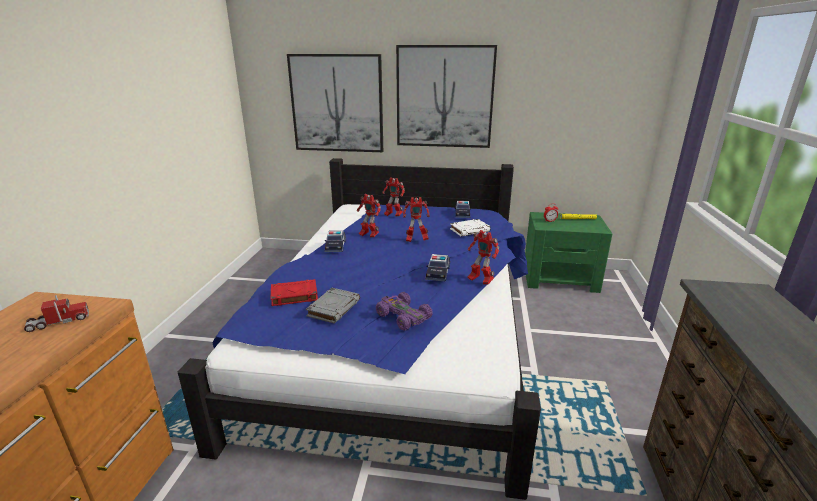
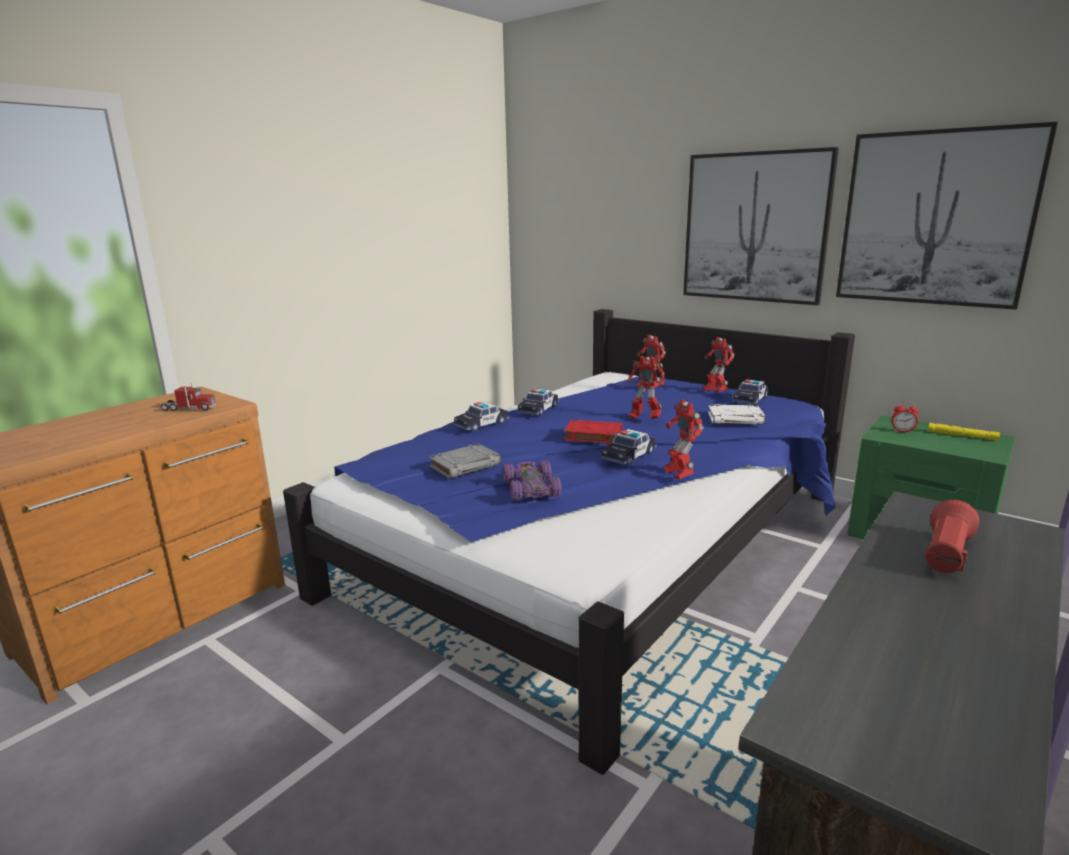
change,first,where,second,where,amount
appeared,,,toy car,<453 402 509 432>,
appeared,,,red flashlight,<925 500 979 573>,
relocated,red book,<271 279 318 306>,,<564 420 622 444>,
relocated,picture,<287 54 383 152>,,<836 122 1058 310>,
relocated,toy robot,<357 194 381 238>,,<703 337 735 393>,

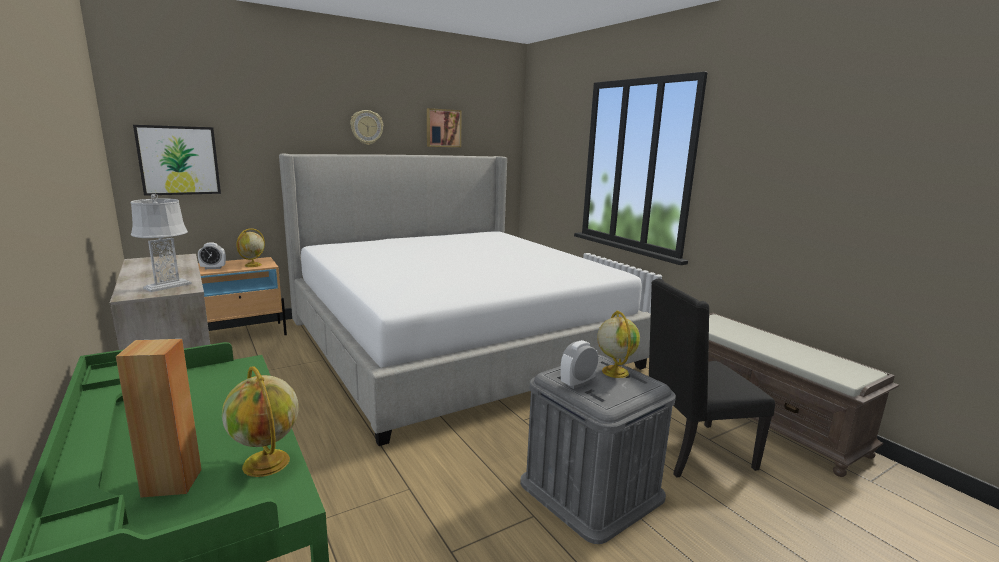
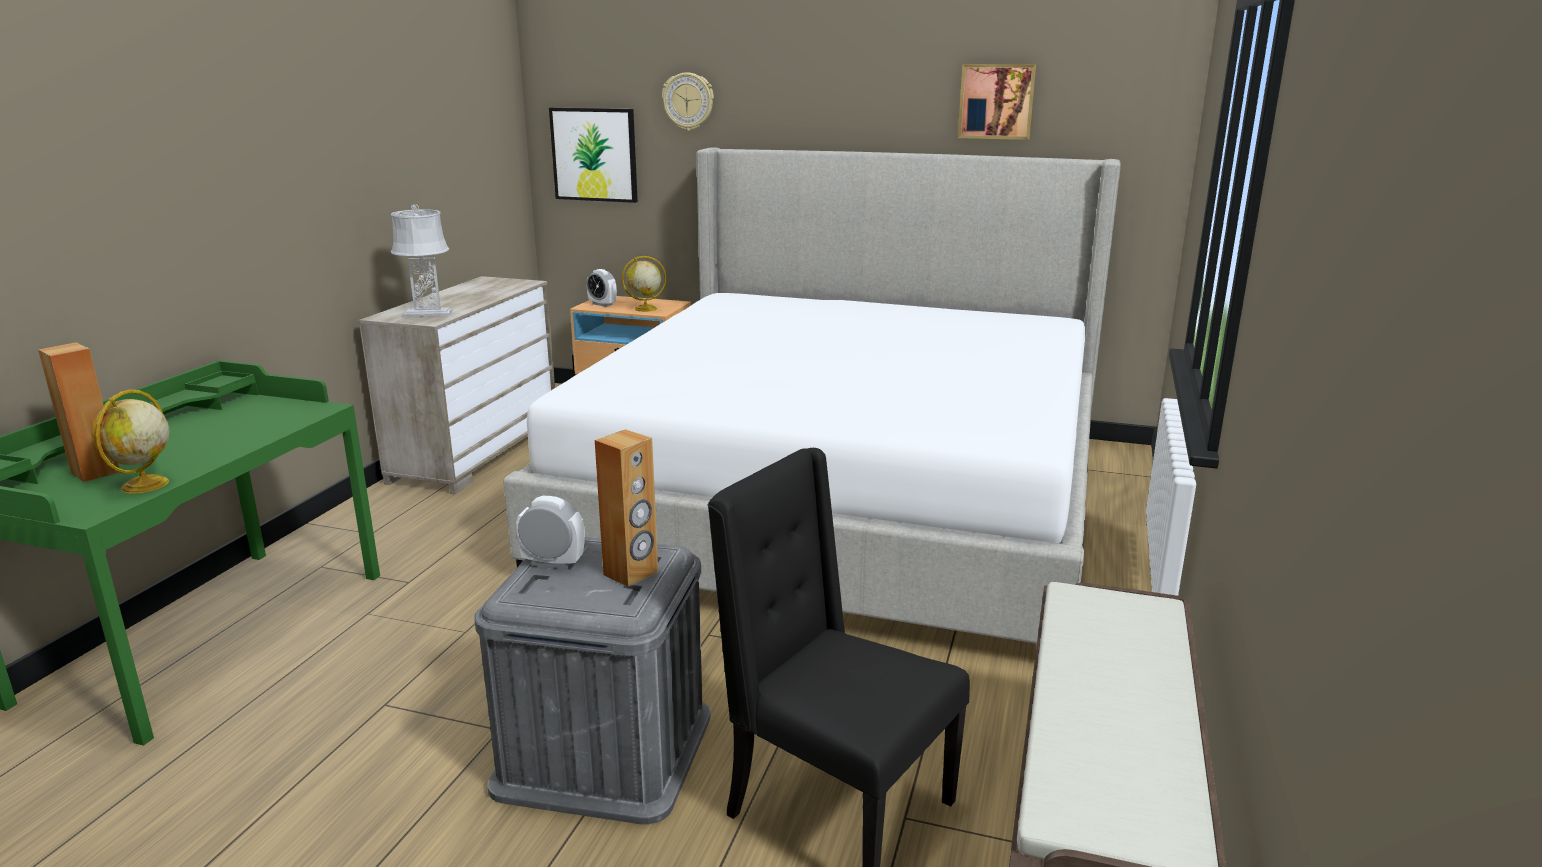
change,first,where,second,where,amount
relocated,wall clock,<350 110 383 145>,,<662 72 714 131>,
exchanged,globe,<597 310 640 378>,brown speaker,<595 429 658 587>,

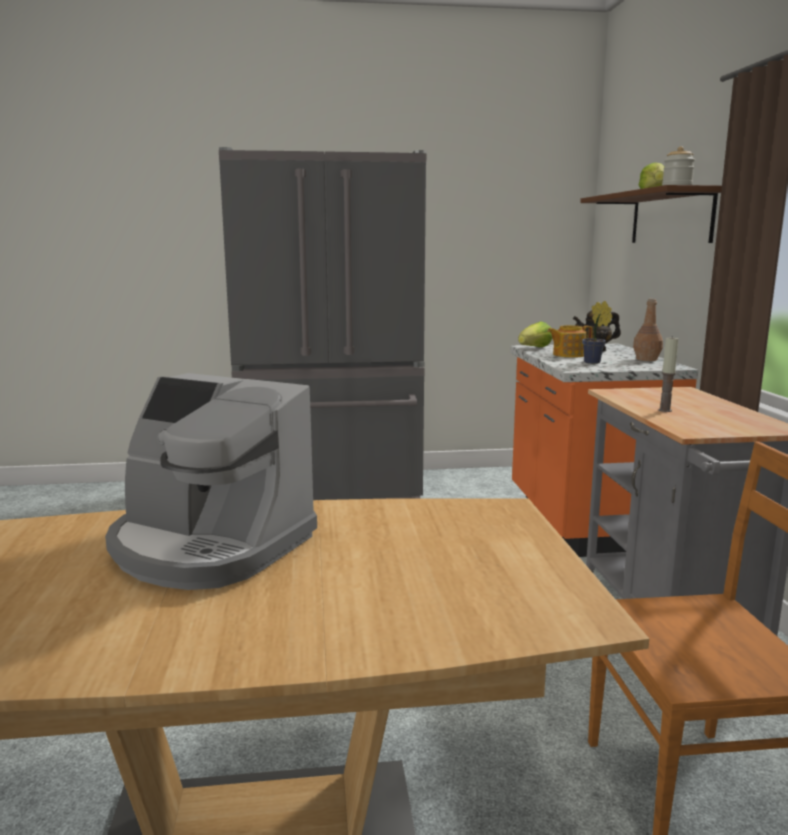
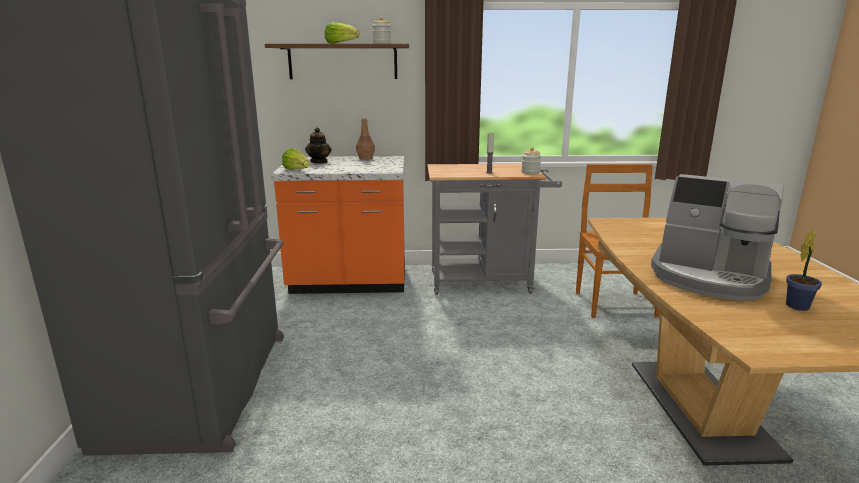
change,first,where,second,where,amount
missing,teapot,<547 325 592 358>,,,
appeared,,,jar,<521 147 541 174>,
relocated,potted plant,<582 301 613 364>,,<786 229 822 311>,
spun,coffee machine,<105 373 317 590>,,<651 174 784 301>,90 degrees clockwise

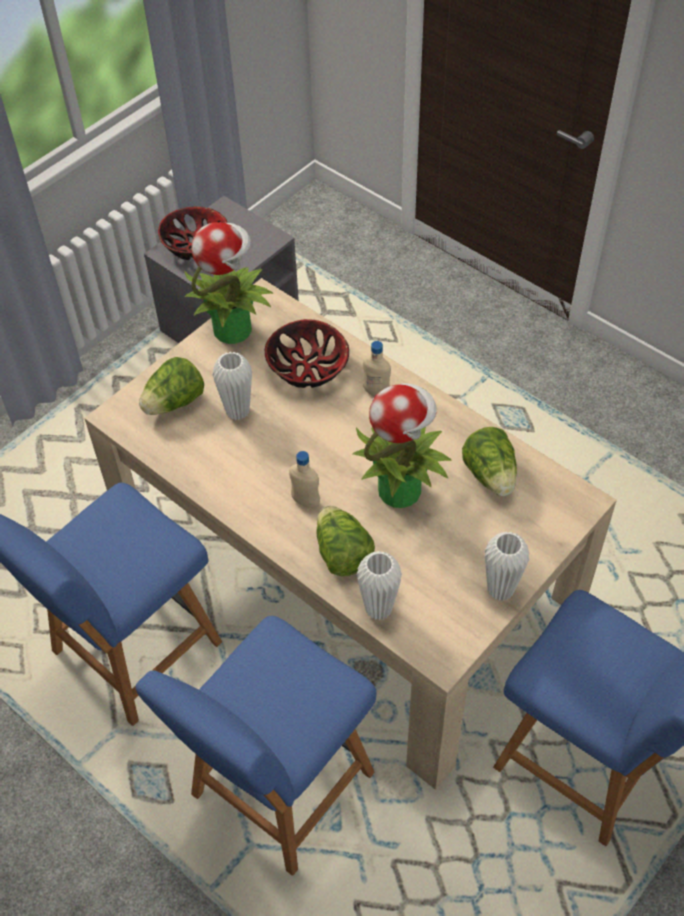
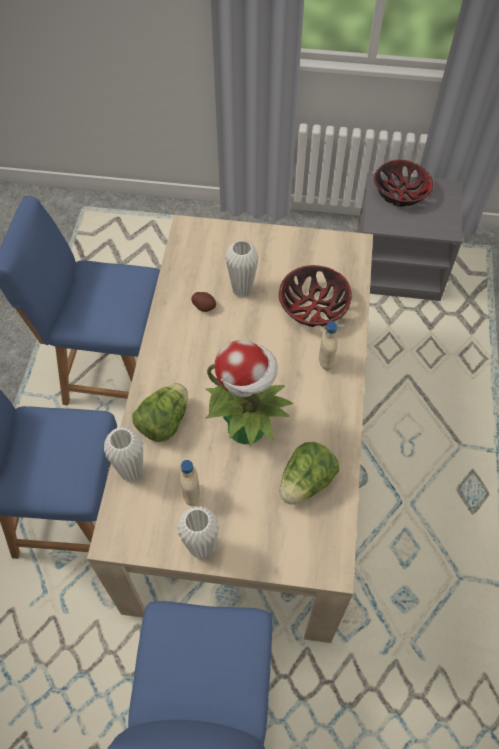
change,first,where,second,where,amount
missing,lettuce,<139 357 204 415>,,,
missing,potted plant,<184 222 273 344>,,,
appeared,,,potato,<191 292 216 312>,
relocated,beige bottle,<289 451 320 508>,,<180 460 200 506>,

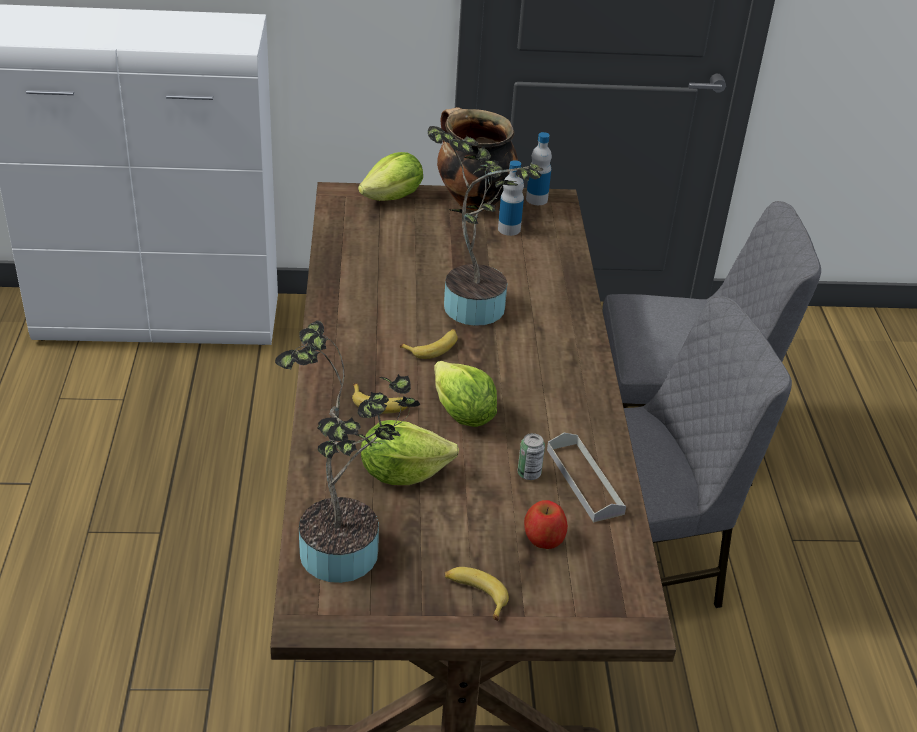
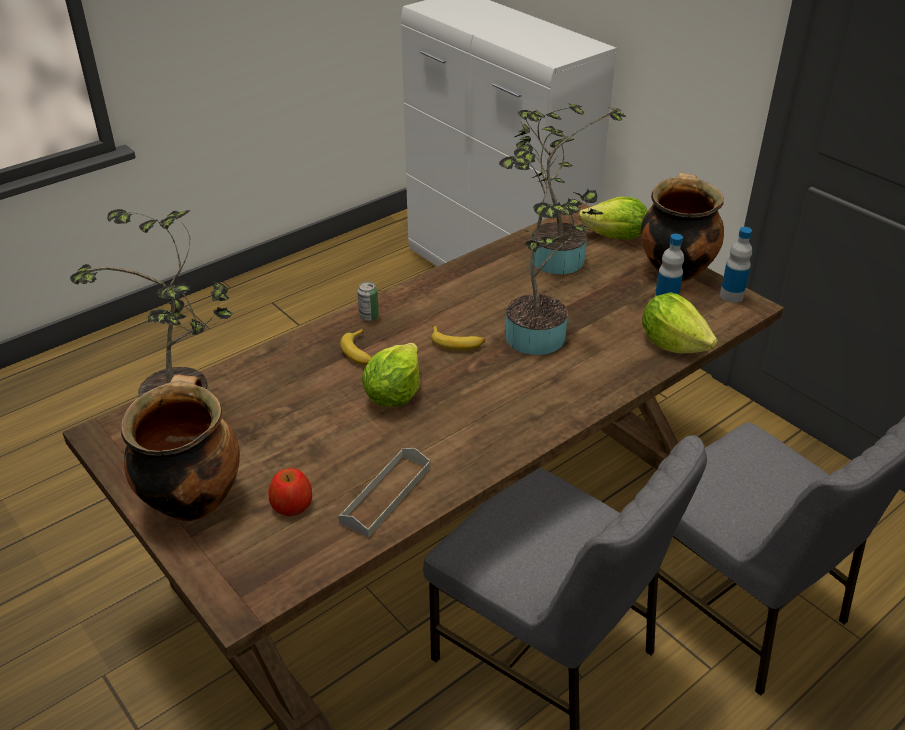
change,first,where,second,where,amount
appeared,,,potted plant,<514 103 626 274>,
relocated,lettuce,<361 420 459 485>,,<642 292 718 353>,
relocated,can,<518 433 545 480>,,<357 282 379 321>,
exchanged,banana,<444 567 509 621>,cooking pot,<121 375 240 522>,

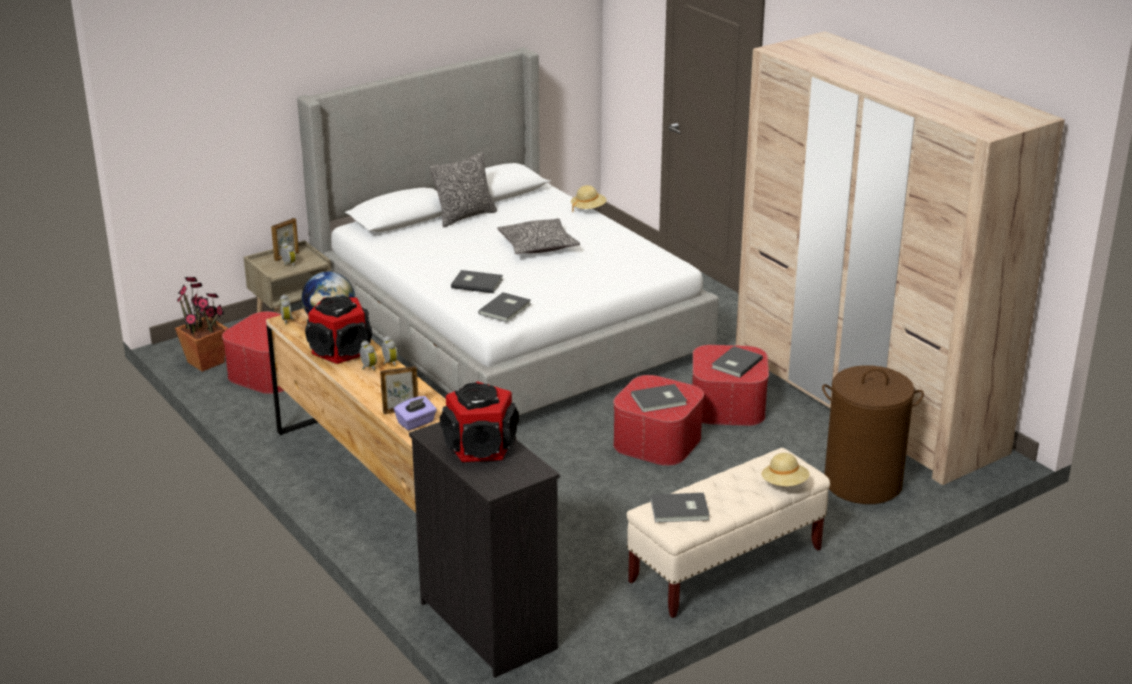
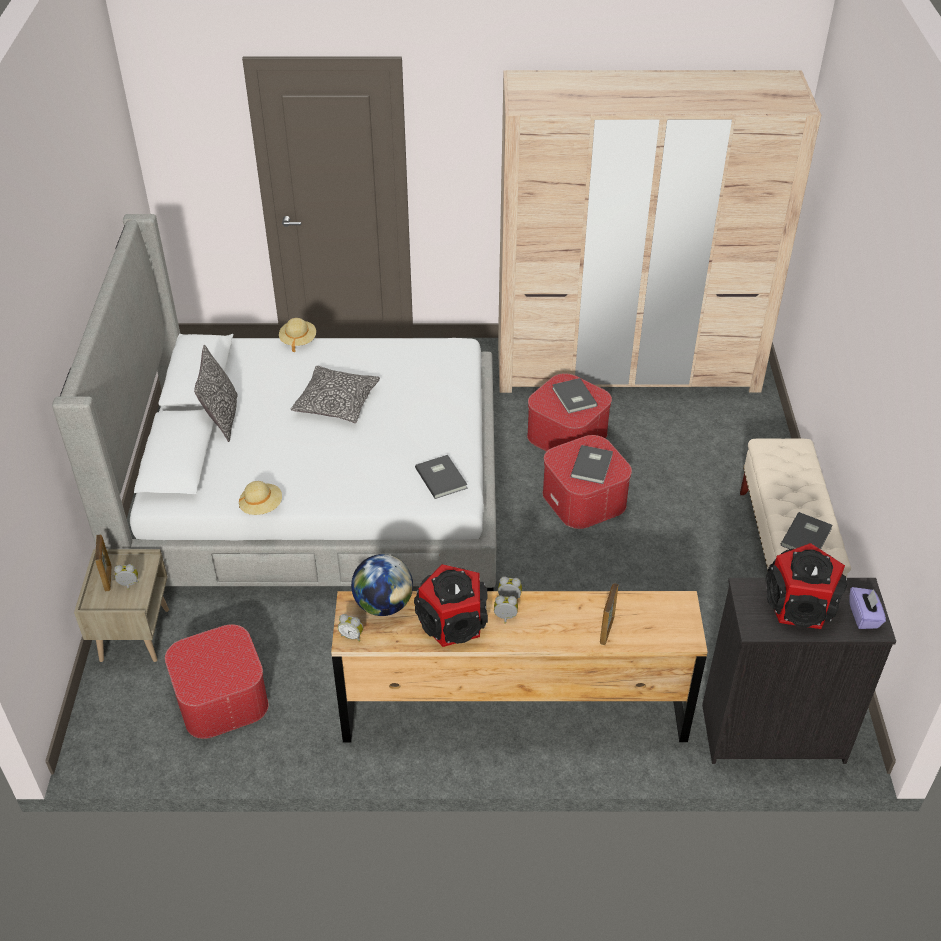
change,first,where,second,where,amount
missing,potted plant,<175 277 229 372>,,,
missing,grey book,<451 270 503 293>,,,
missing,brown laundry basket,<822 365 924 504>,,,
relocated,purple tissue box,<394 396 437 431>,,<849 587 886 629>,
relocated,beige hat,<762 453 810 486>,,<239 481 282 515>,

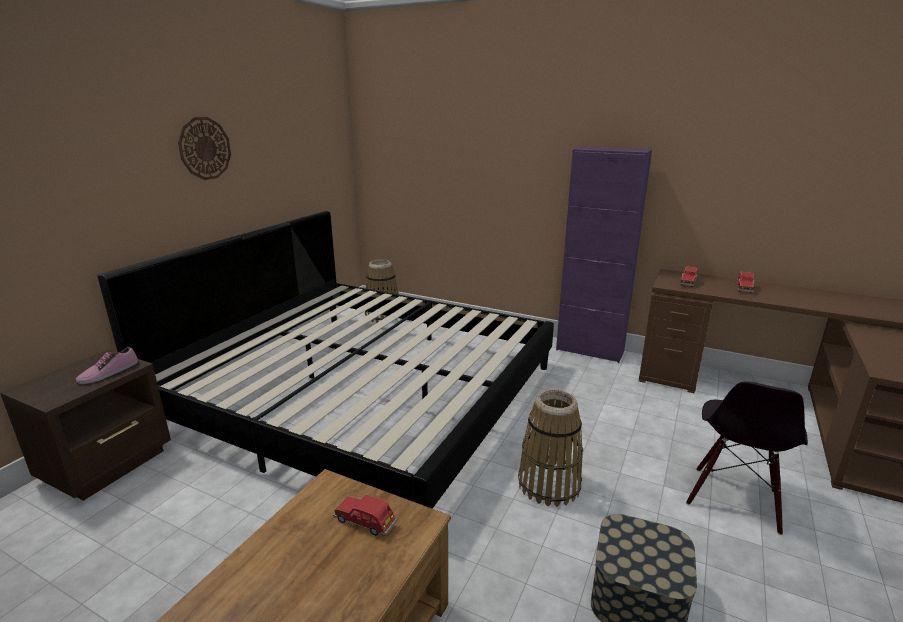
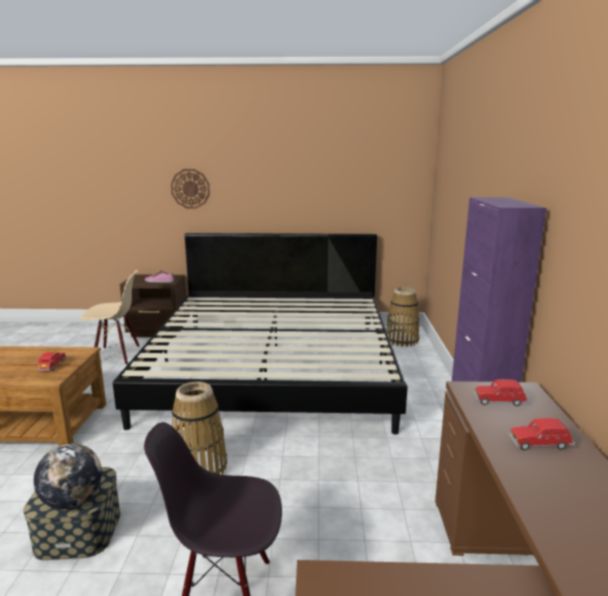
change,first,where,second,where,amount
appeared,,,globe,<34 444 102 509>,
appeared,,,beige chair,<80 270 140 365>,
relocated,wall clock,<178 117 231 180>,,<171 169 210 208>,

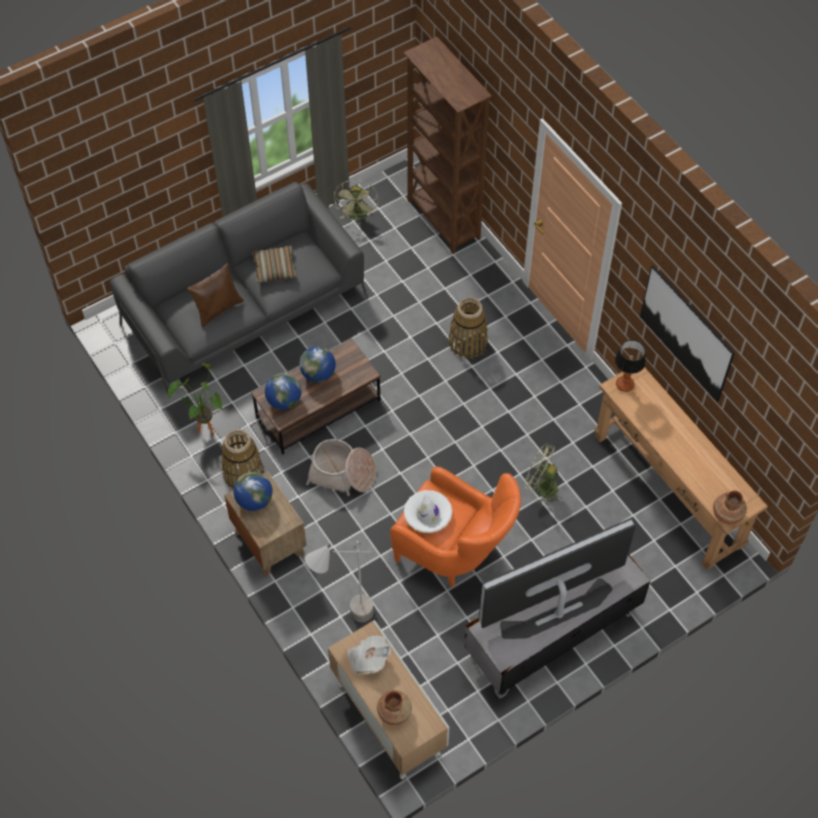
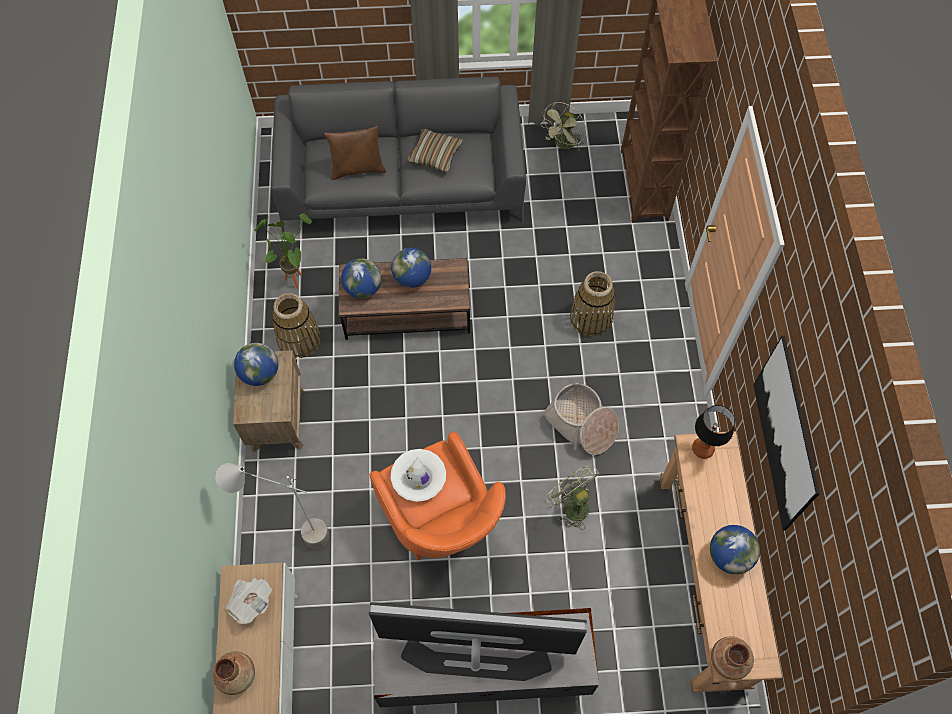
change,first,where,second,where,amount
appeared,,,globe,<710 525 760 574>,
relocated,basket,<306 439 376 496>,,<540 383 619 455>,

